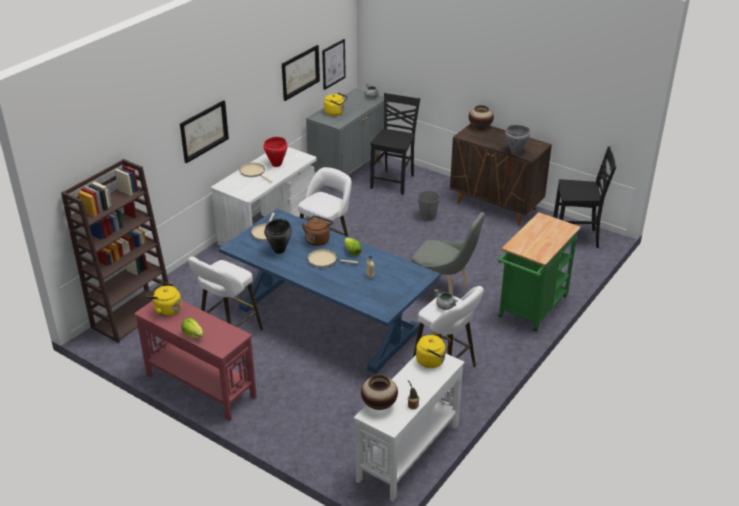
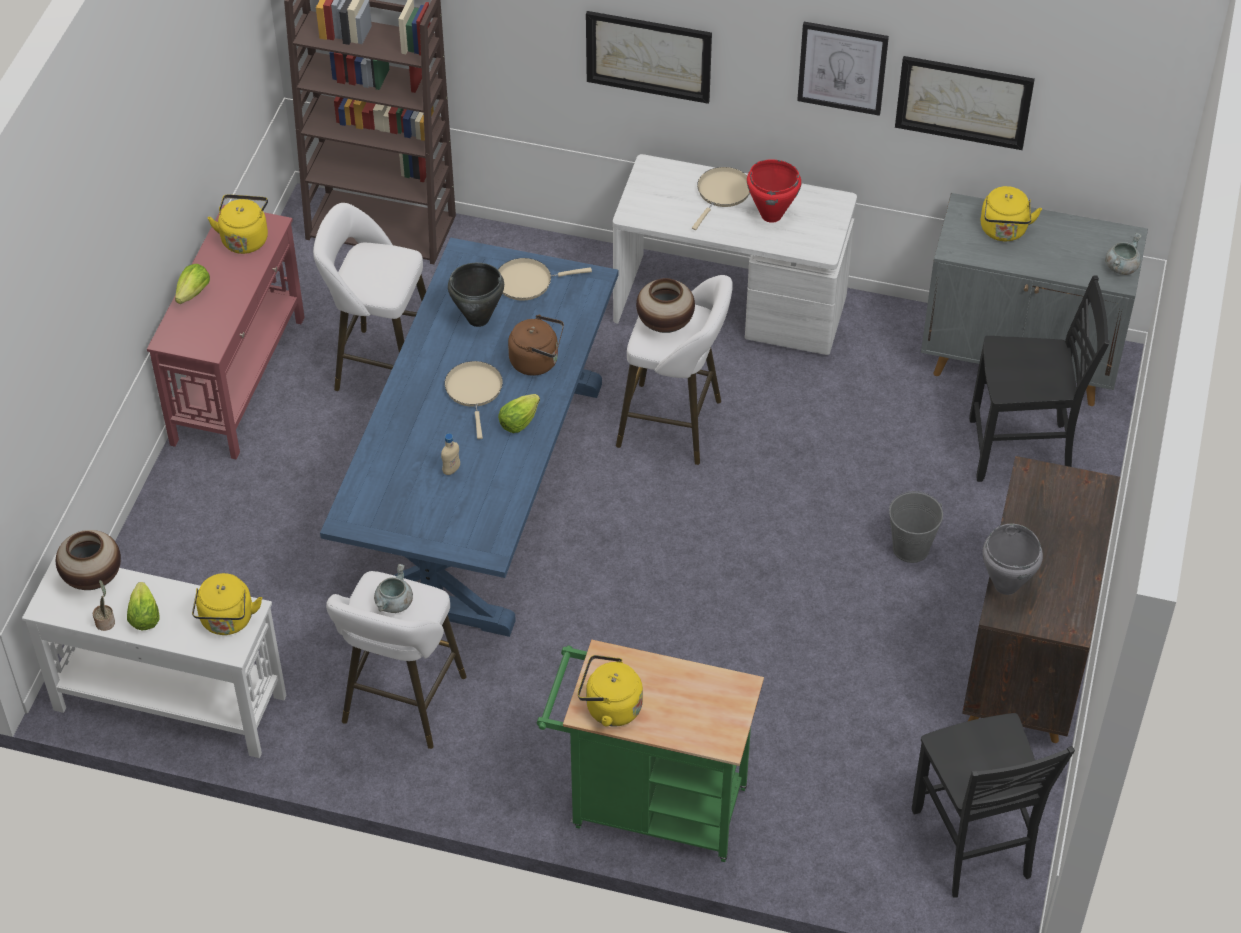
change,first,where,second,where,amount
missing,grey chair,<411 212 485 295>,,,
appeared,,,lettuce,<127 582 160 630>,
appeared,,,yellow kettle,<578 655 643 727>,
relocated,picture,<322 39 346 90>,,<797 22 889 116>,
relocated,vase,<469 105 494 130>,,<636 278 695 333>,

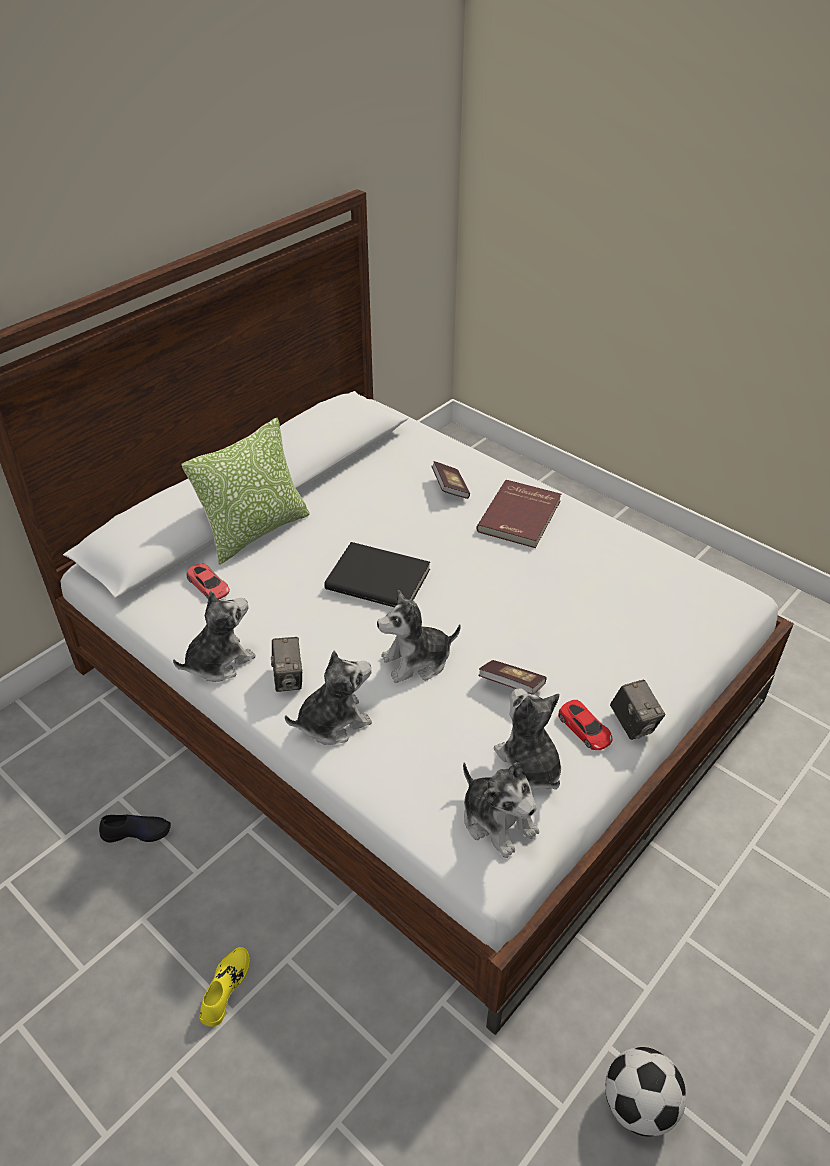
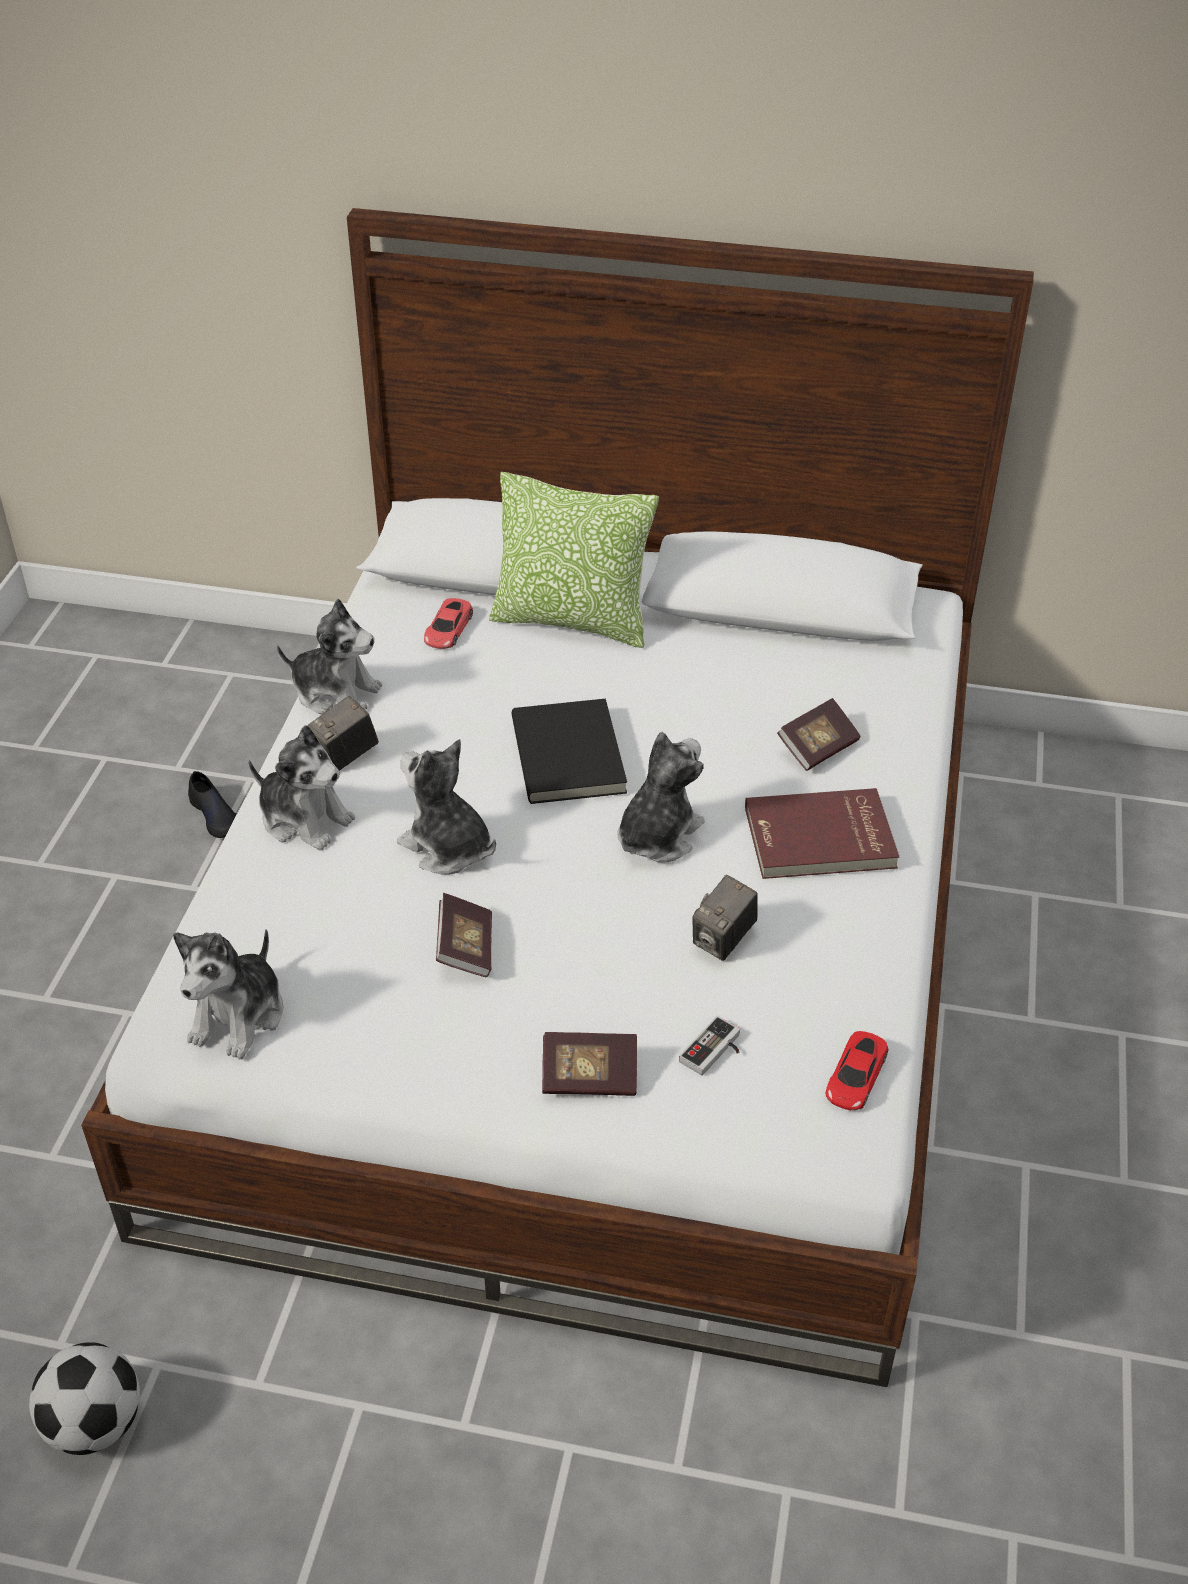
change,first,where,second,where,amount
missing,yellow shoe,<199 947 250 1027>,,,
appeared,,,book,<542 1032 637 1096>,
appeared,,,game controller,<679 1016 740 1075>,
relocated,plush toy,<494 688 561 790>,,<618 732 705 862>,
relocated,red toy car,<558 700 613 750>,,<825 1031 888 1110>,
relocated,photo camera,<610 679 665 740>,,<692 875 758 961>,

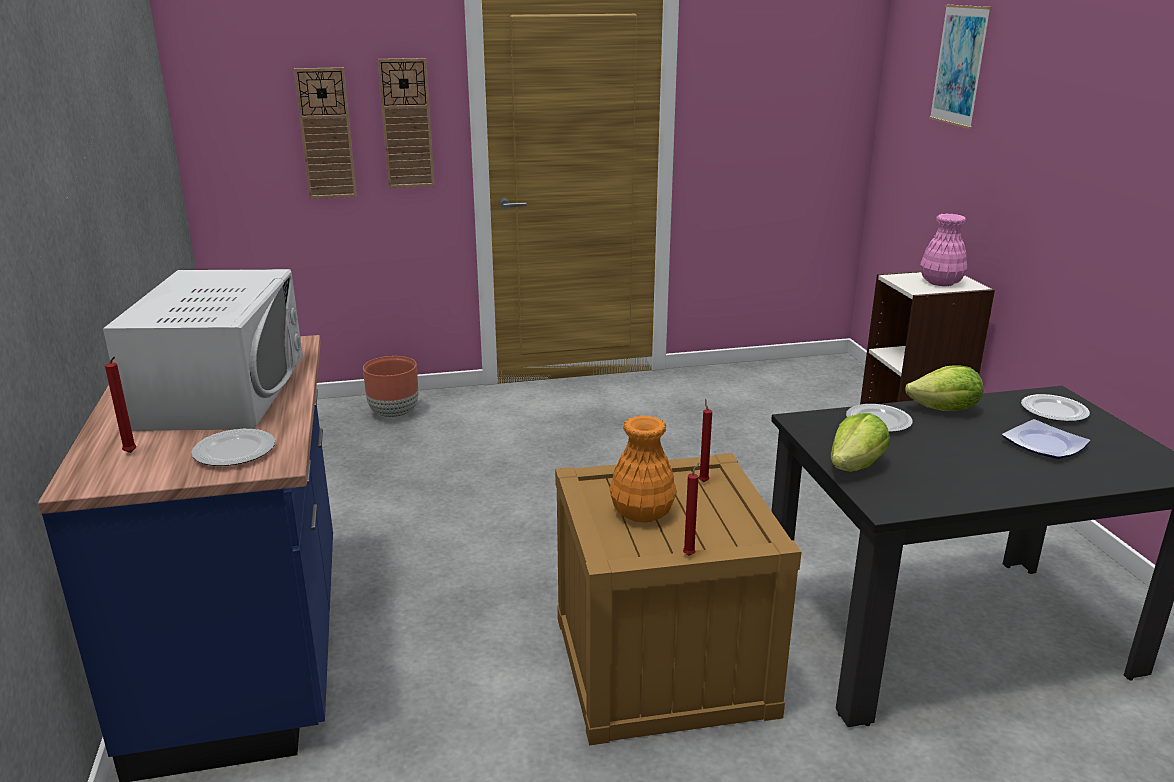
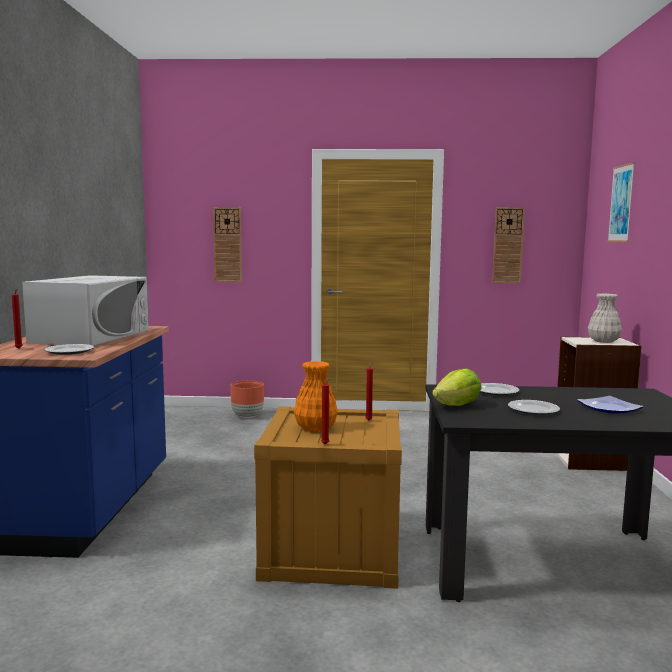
change,first,where,second,where,amount
missing,lettuce,<905 365 984 411>,,,
relocated,wall clock,<378 58 435 188>,,<492 207 525 283>,
relocated,plate,<1021 394 1090 422>,,<508 400 560 415>,
colour,pink vase,<920 214 967 286>,white vase,<588 294 622 343>,

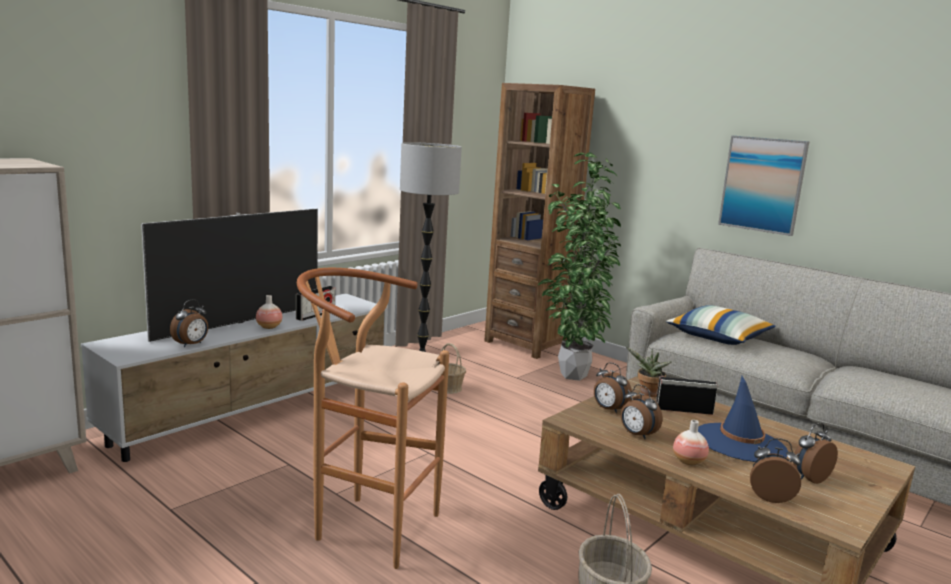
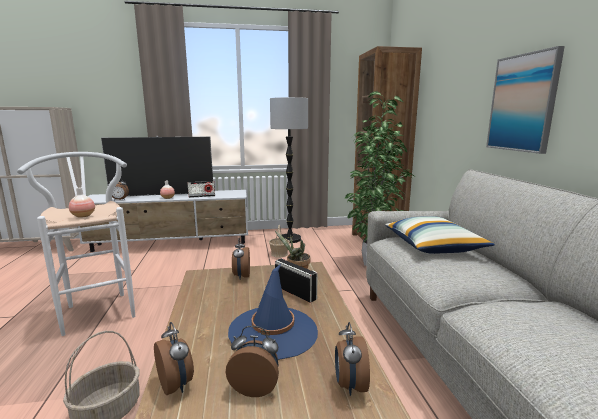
change,first,where,second,where,amount
relocated,alarm clock,<621 384 662 440>,,<335 322 370 396>,
relocated,vase,<673 420 709 465>,,<69 187 95 218>,
colour,brown stool,<297 268 449 569>,white stool,<17 152 135 336>,

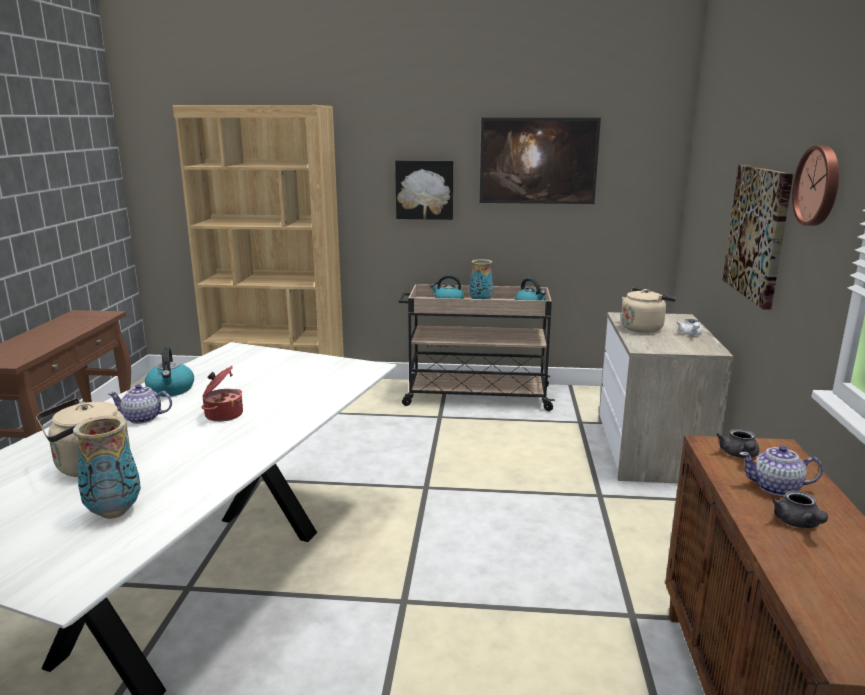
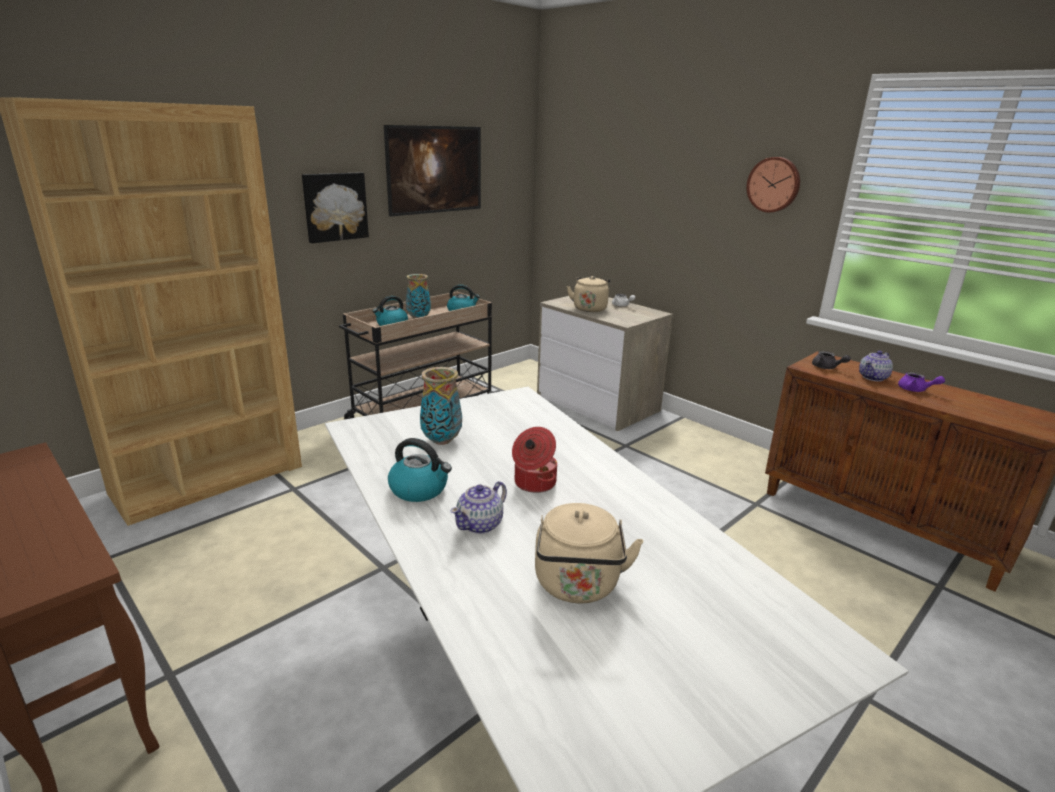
change,first,where,second,where,amount
missing,picture,<723 165 793 310>,,,
relocated,vase,<73 415 141 519>,,<420 367 462 445>,
colour,grey teapot,<772 490 828 528>,purple teapot,<898 372 945 392>,

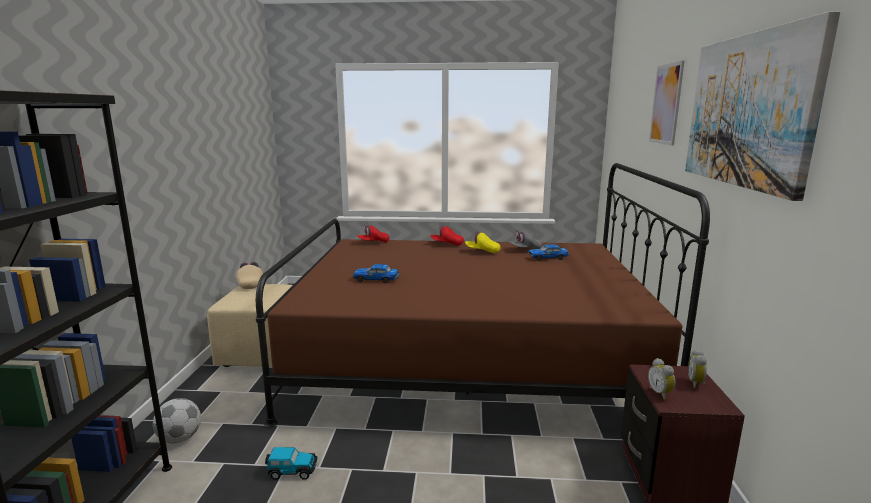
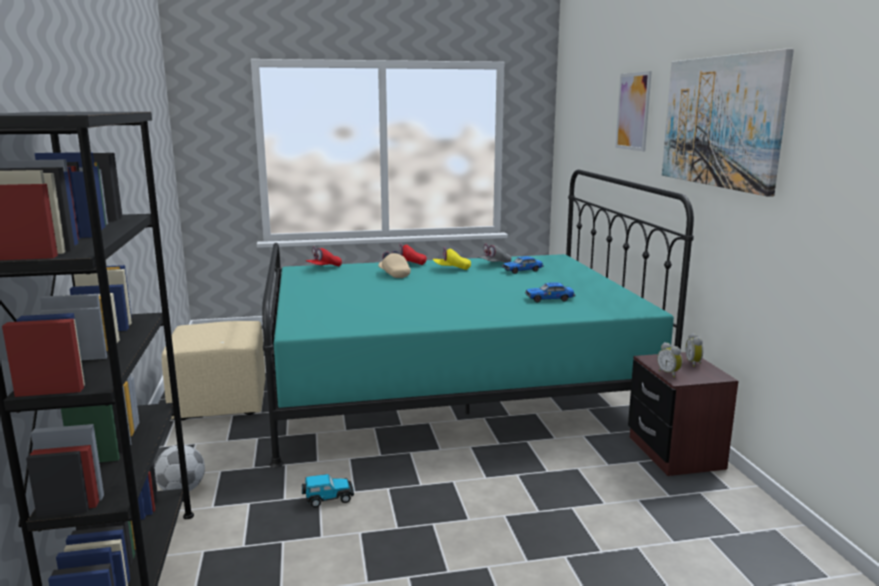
change,first,where,second,where,amount
relocated,beige cap,<236 262 263 289>,,<378 250 411 278>,
relocated,toy car,<353 264 400 283>,,<525 282 575 303>,
colour,brown bed,<256 163 710 428>,turquoise bed,<262 170 694 468>,

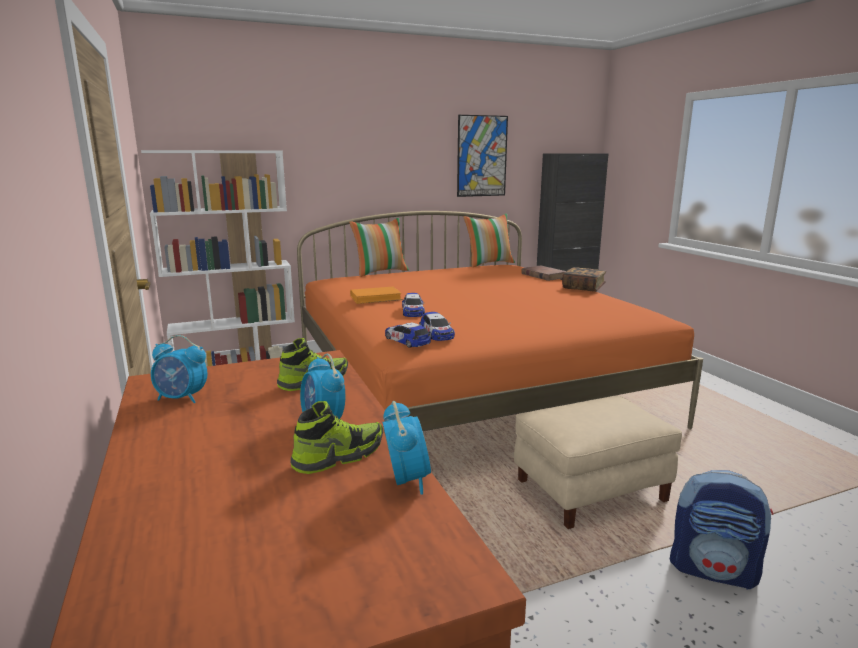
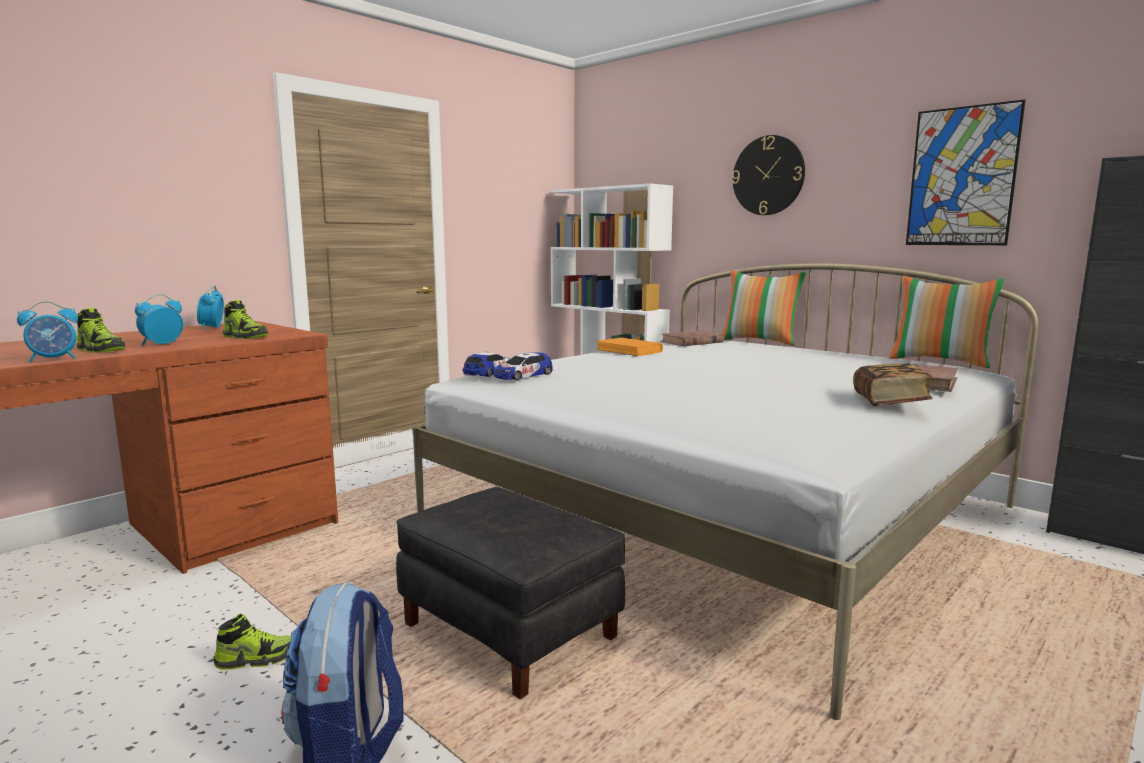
change,first,where,second,where,amount
missing,toy car,<402 293 425 317>,,,
appeared,,,shoe,<213 613 291 670>,
appeared,,,brown book,<661 330 724 346>,
appeared,,,wall clock,<732 135 805 215>,
colour,orange bed,<297 211 703 431>,white bed,<413 263 1038 720>,
colour,beige ottoman,<514 396 682 529>,black ottoman,<396 487 625 699>,

